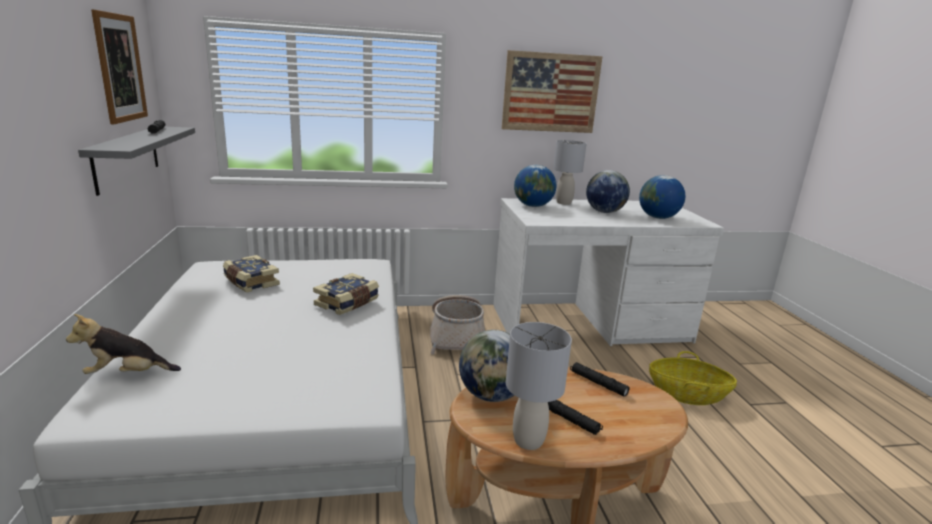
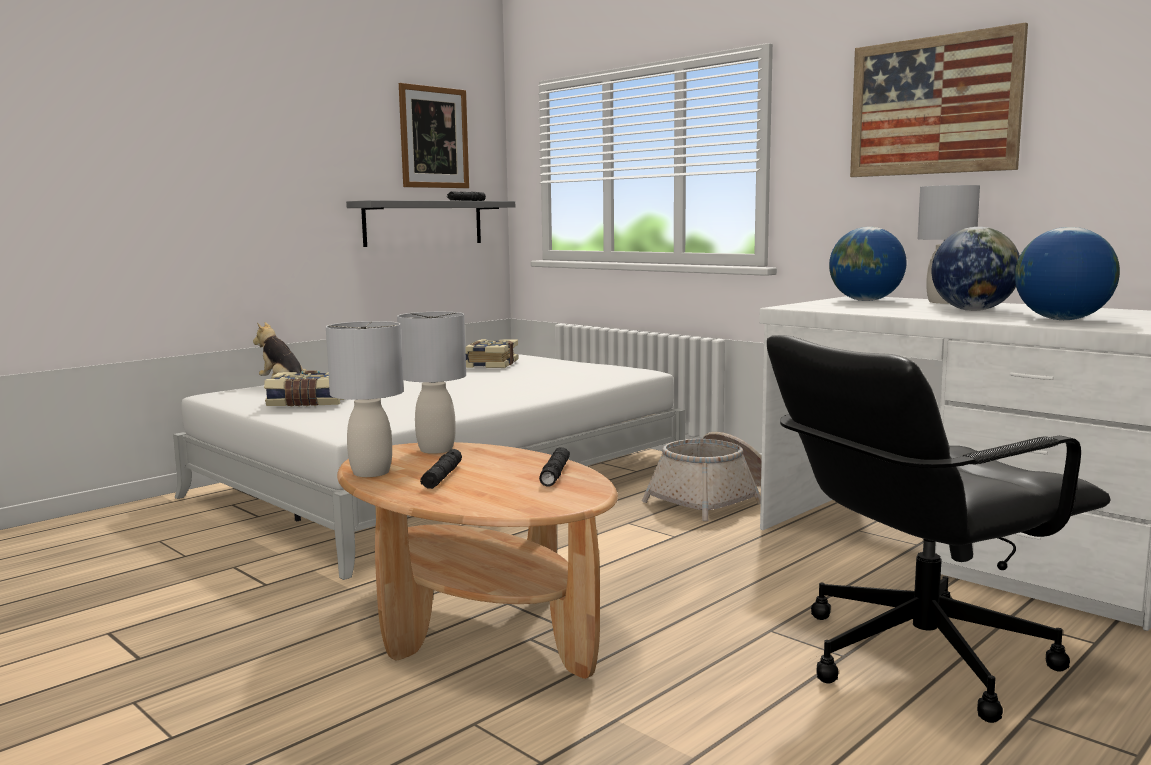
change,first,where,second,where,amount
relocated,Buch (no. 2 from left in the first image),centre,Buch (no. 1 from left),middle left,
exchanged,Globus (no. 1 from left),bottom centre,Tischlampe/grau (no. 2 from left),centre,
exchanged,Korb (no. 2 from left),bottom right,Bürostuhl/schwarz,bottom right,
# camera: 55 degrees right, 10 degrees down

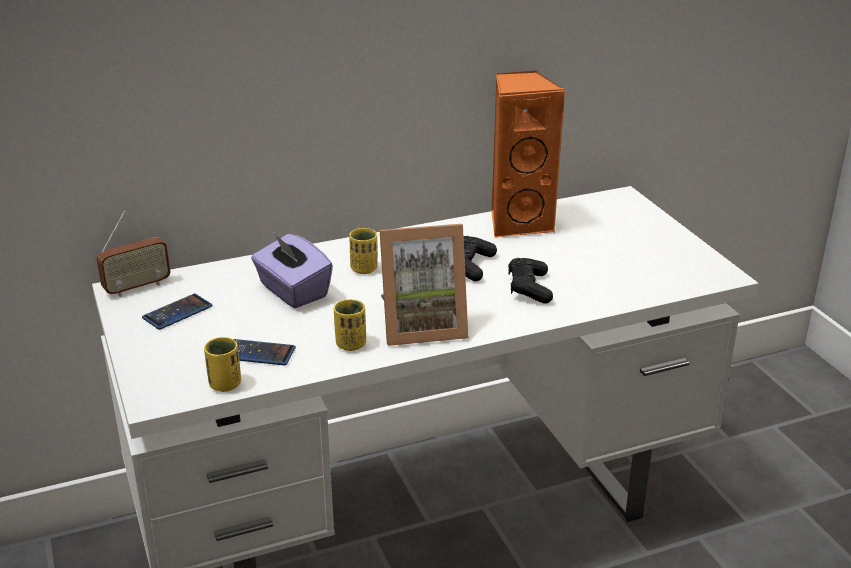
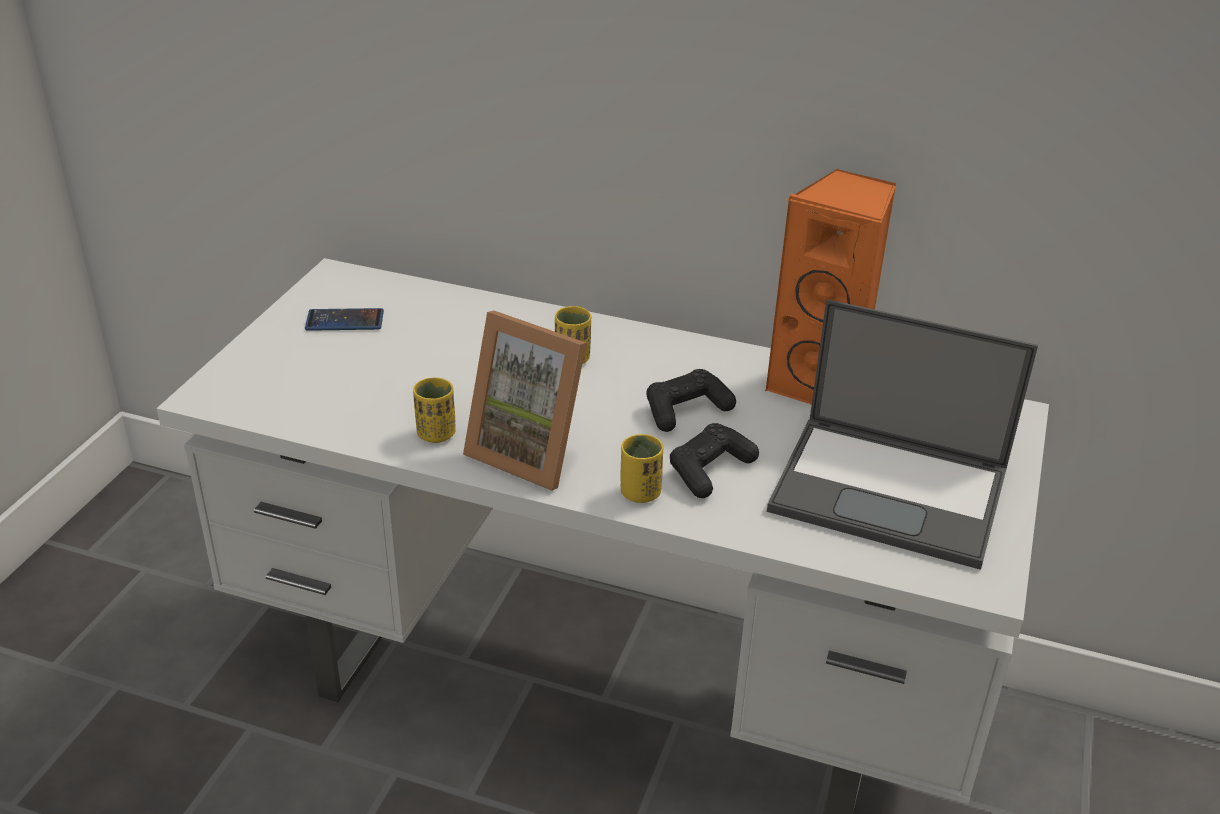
change,first,where,second,where,amount
missing,Radio,middle left,,,
relocated,Tasse/gelb (no. 1 from left in the first image),middle left,Tasse/gelb (no. 3 from left),centre,
missing,Handy (no. 2 from left),middle left,,,
missing,Taschentuchbox/lila,centre,,,
appeared,,,Laptop,middle right,
# camera: 40 degrees right, 5 degrees up

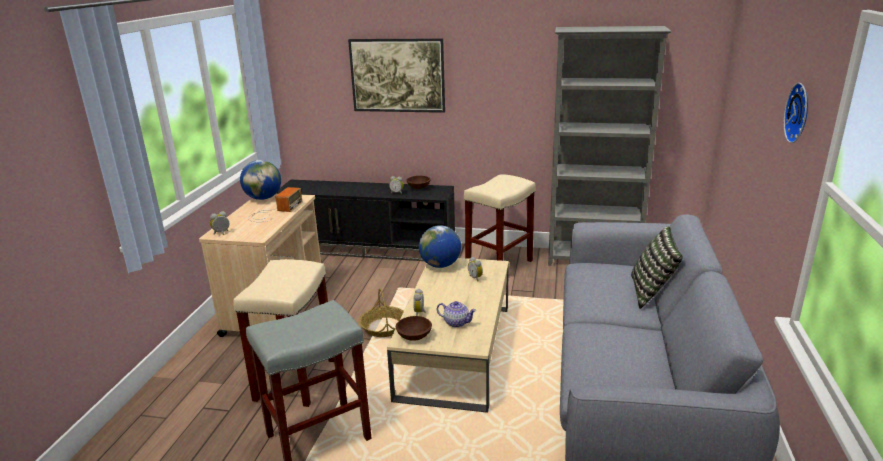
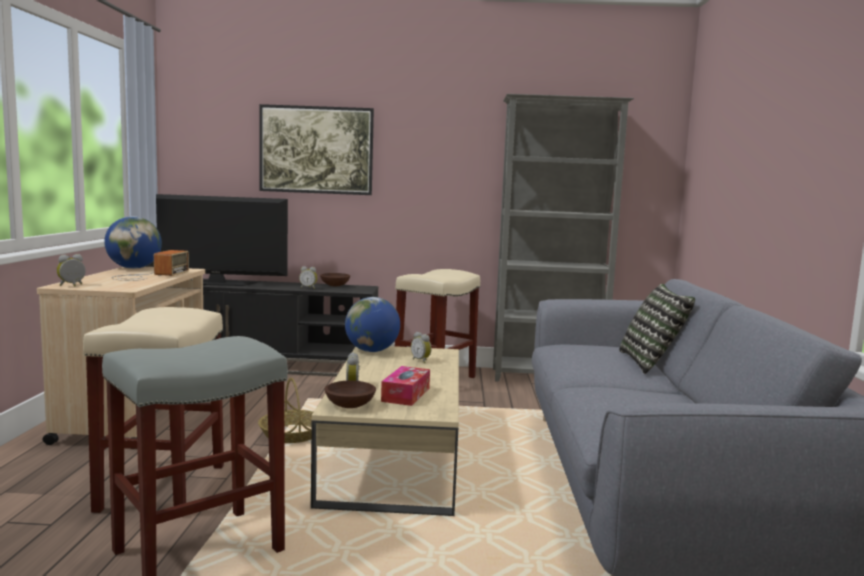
change,first,where,second,where,amount
exchanged,Teekanne,bottom centre,Taschentuchbox,bottom centre,
missing,Wanduhr,top right,,,
appeared,,,Fernseher,middle left,
# camera: 10 degrees left, 15 degrees down

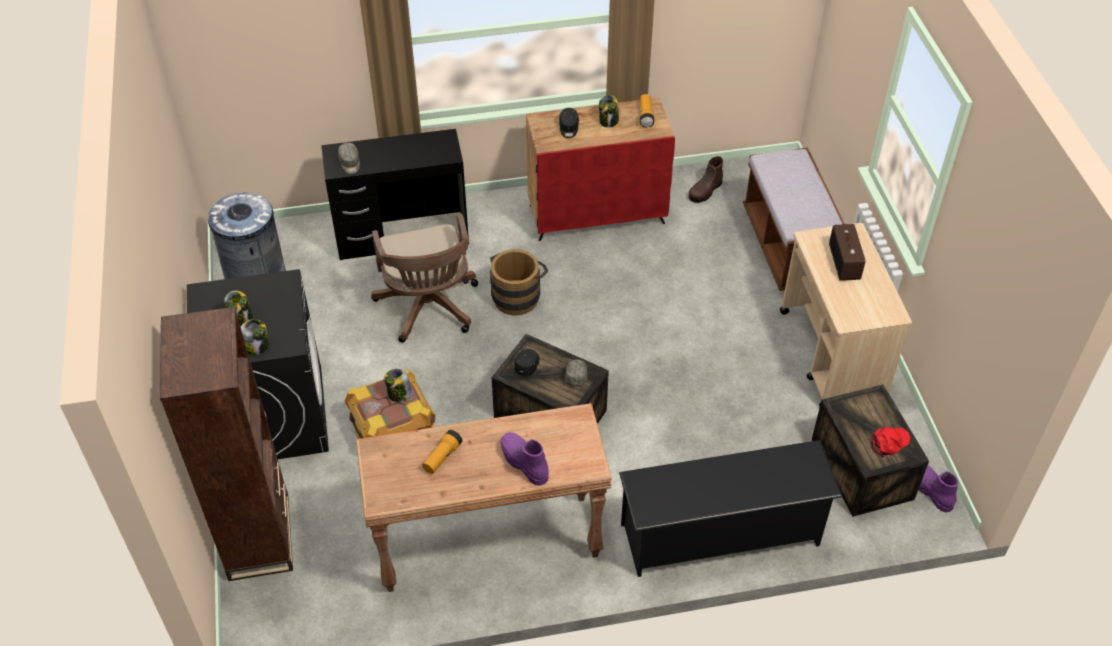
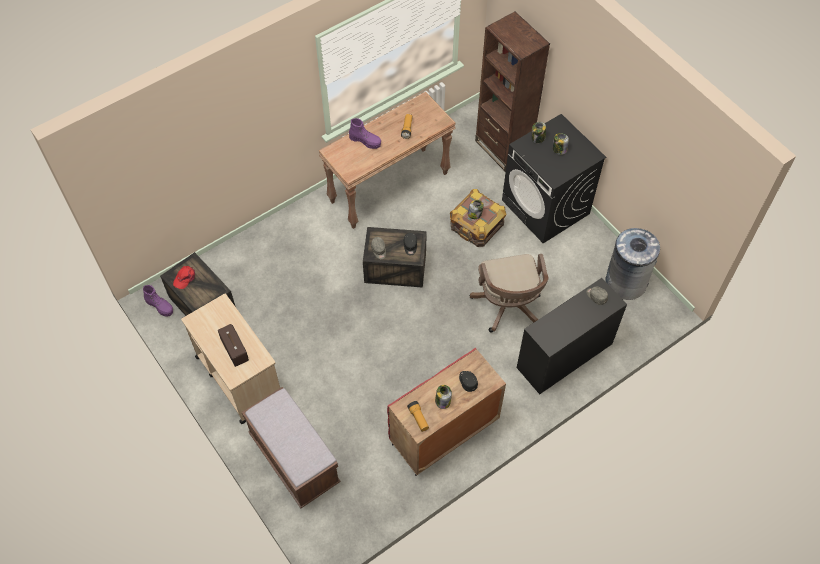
change,first,where,second,where,amount
spun,Bürostuhl/braun,centre,,centre,150 degrees counterclockwise
missing,Eimer/braun,centre,,,
missing,Schuhregal/schwarz,bottom centre,,,
missing,Stiefel/braun,top centre,,,
# camera: 155 degrees right, 10 degrees up

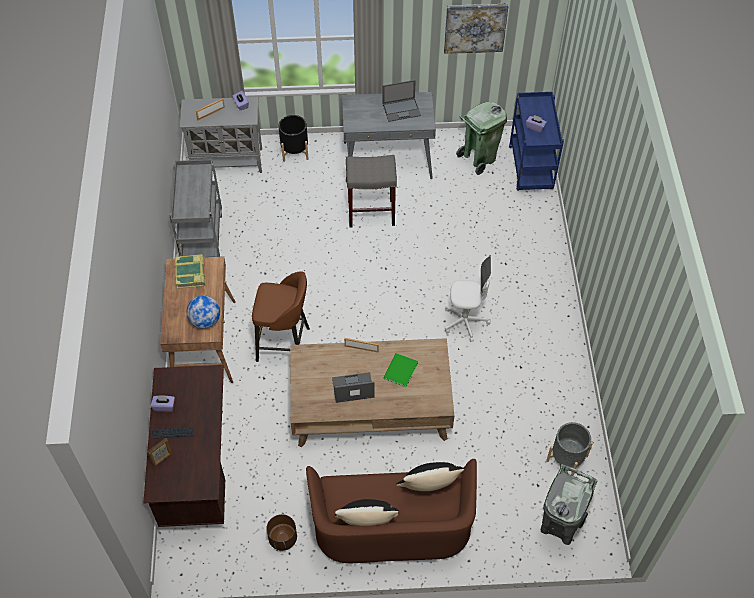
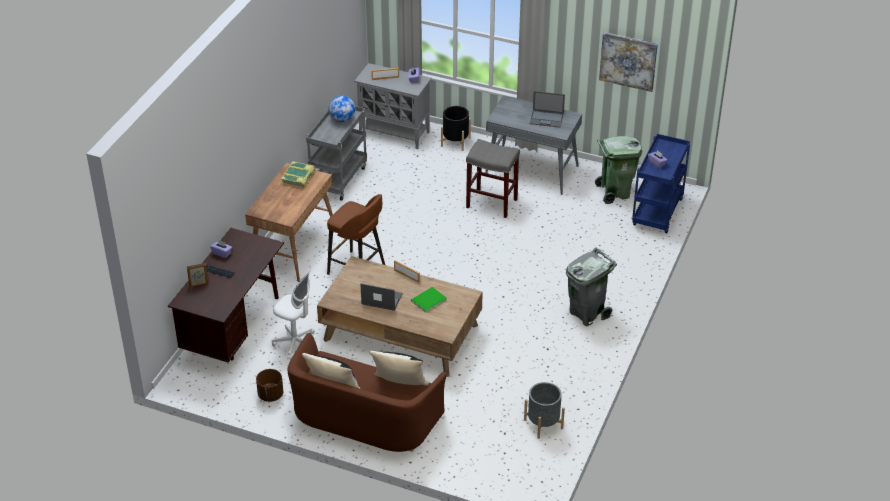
change,first,where,second,where,amount
relocated,Globus,middle left,,top centre,
relocated,Bürostuhl/weiß,centre,,middle left,
relocated,Mülleimer/grau,bottom right,,centre,
# camera: 25 degrees right, 15 degrees down

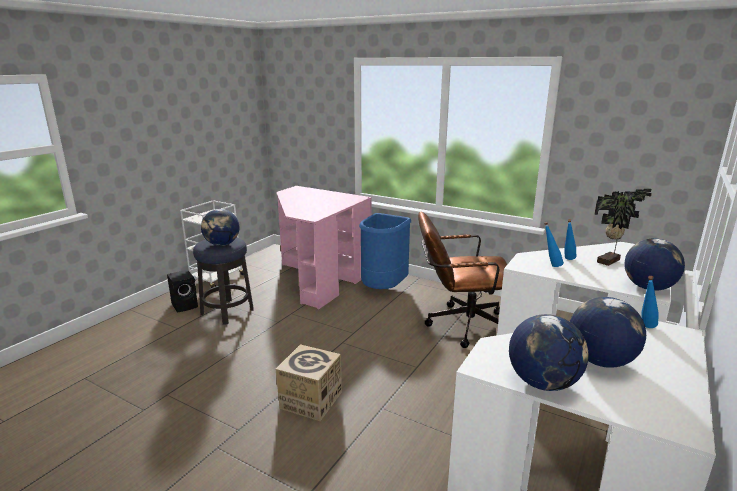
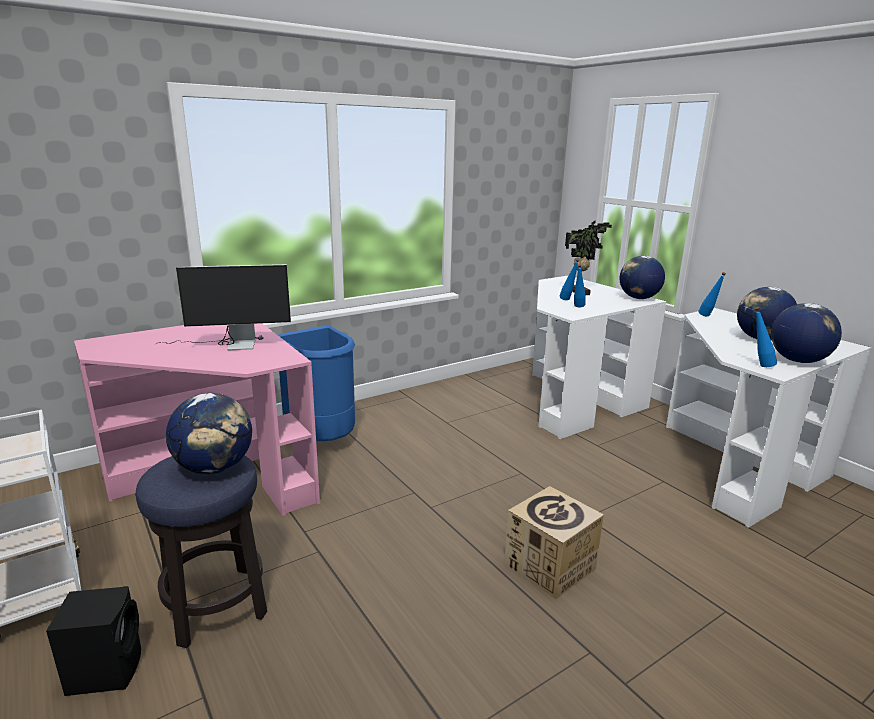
change,first,where,second,where,amount
missing,Bürostuhl/braun,centre,,,
appeared,,,Monitor,middle left,
appeared,,,Flasche/blau (no. 4 from left),middle right,
# camera: 65 degrees left, 0 degrees up

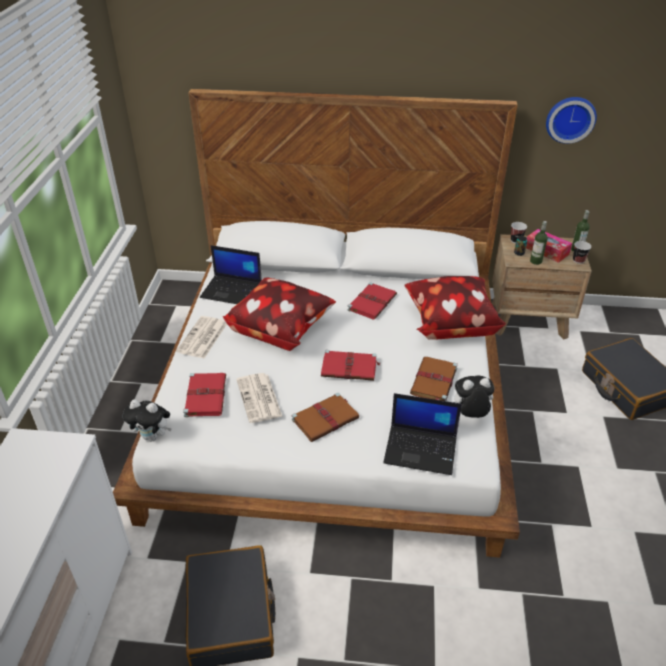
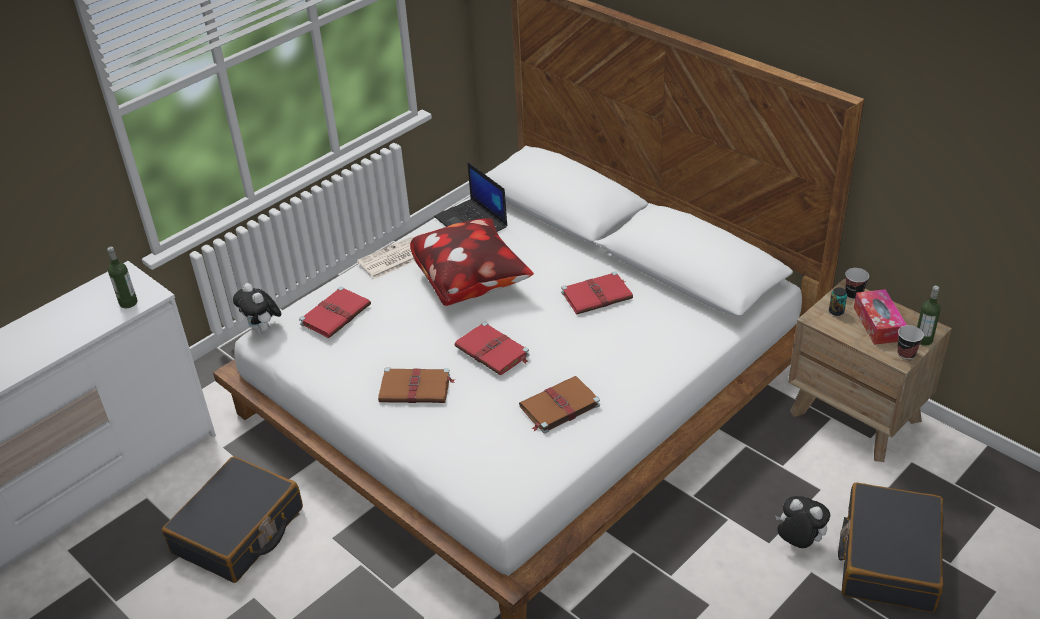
change,first,where,second,where,amount
missing,Zeitung (no. 2 from left),centre,,,
missing,Laptop (no. 2 from left),centre,,,
missing,Kissen (no. 2 from left),middle right,,,
relocated,Plüschtier (no. 2 from left),middle right,,bottom right,
relocated,Flasche (no. 1 from left),middle right,,middle left,
missing,Wanduhr,top right,,,
# camera: 40 degrees right, 0 degrees up

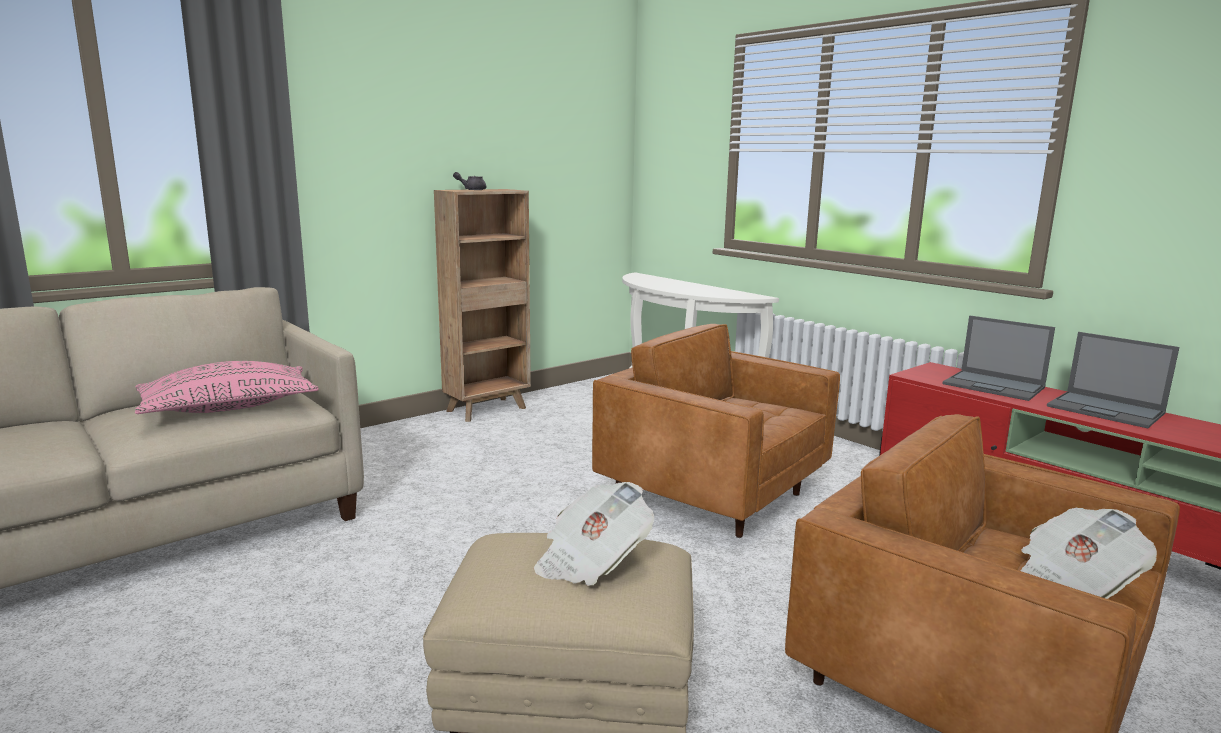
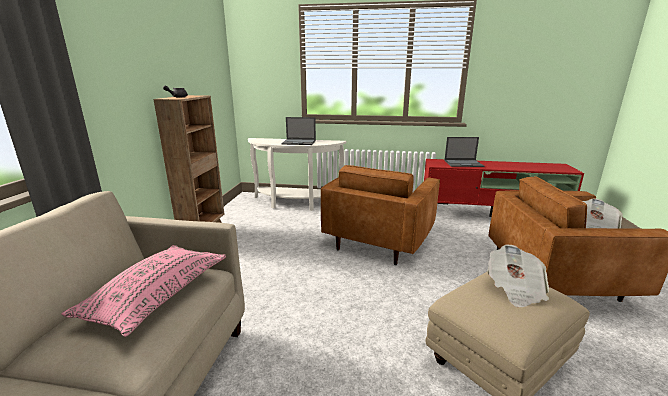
change,first,where,second,where,amount
spun,Sessel/braun (no. 1 from left),centre,,centre,60 degrees counterclockwise
relocated,Laptop (no. 2 from left in the first image),middle right,Laptop (no. 1 from left),top centre,
# camera: 40 degrees left, 5 degrees up

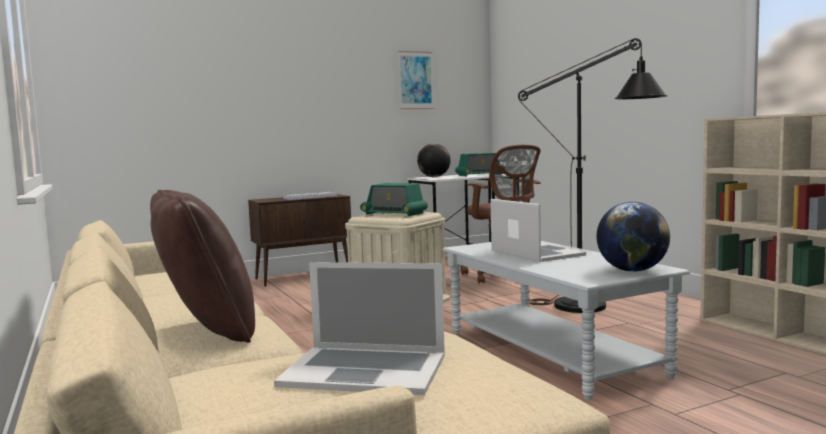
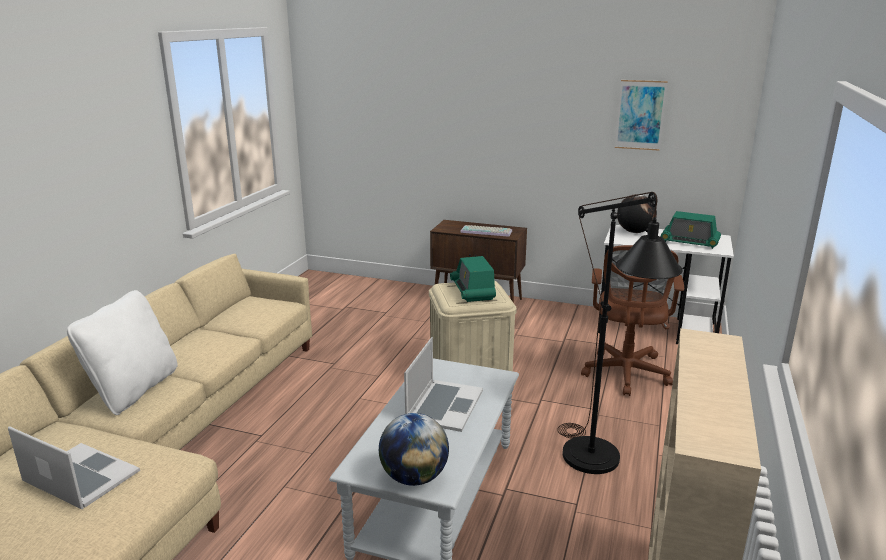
change,first,where,second,where,amount
colour,Kissen/braun,middle left,Kissen/weiß,middle left,
spun,Laptop (no. 1 from left),bottom centre,,bottom left,150 degrees clockwise
# camera: 45 degrees right, 15 degrees up

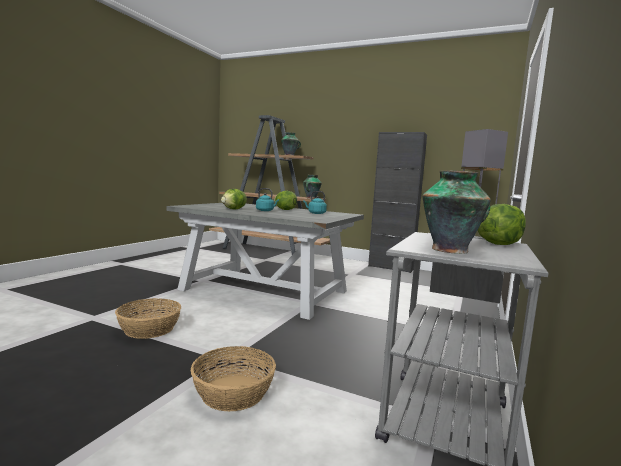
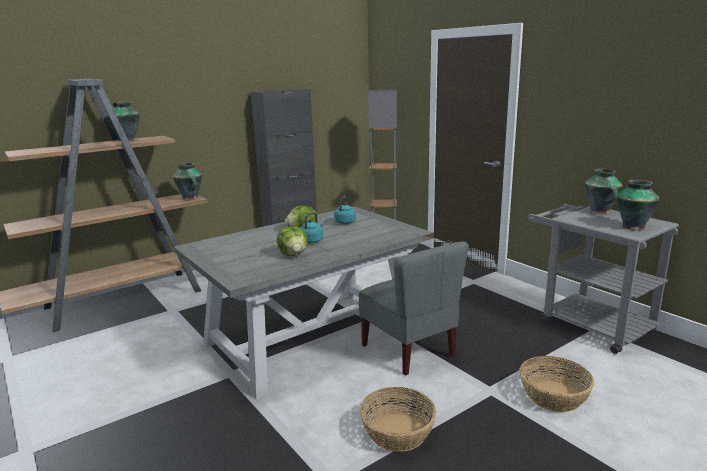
change,first,where,second,where,amount
exchanged,Salatkopf (no. 3 from left),middle right,Vase (no. 3 from left),middle right,
appeared,,,Stuhl/grau,centre,
# camera: 60 degrees left, 10 degrees up

